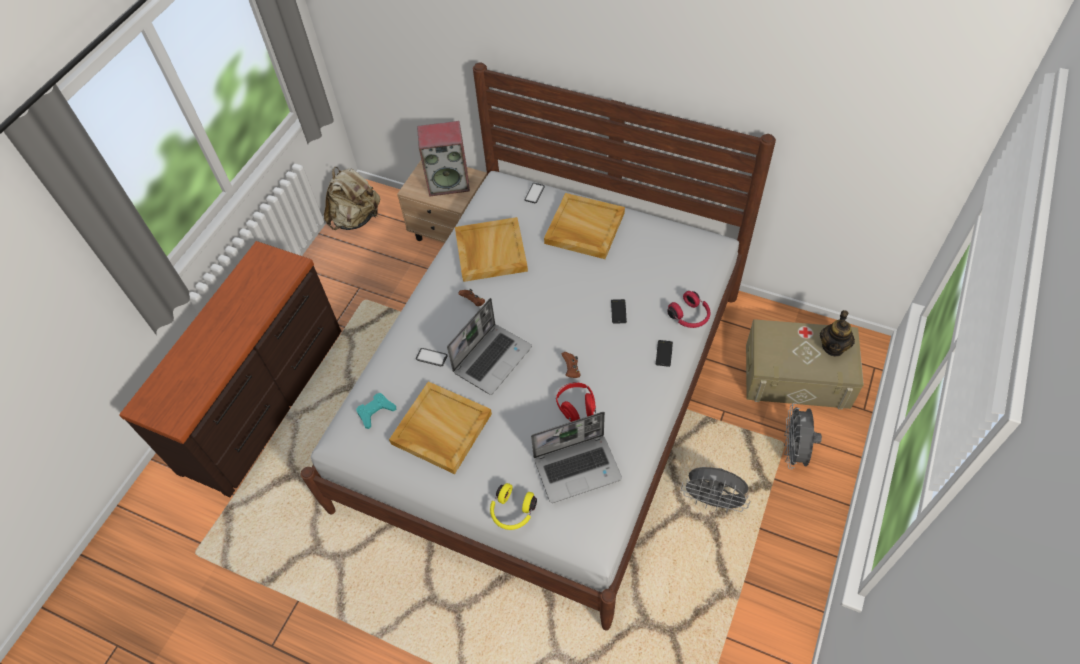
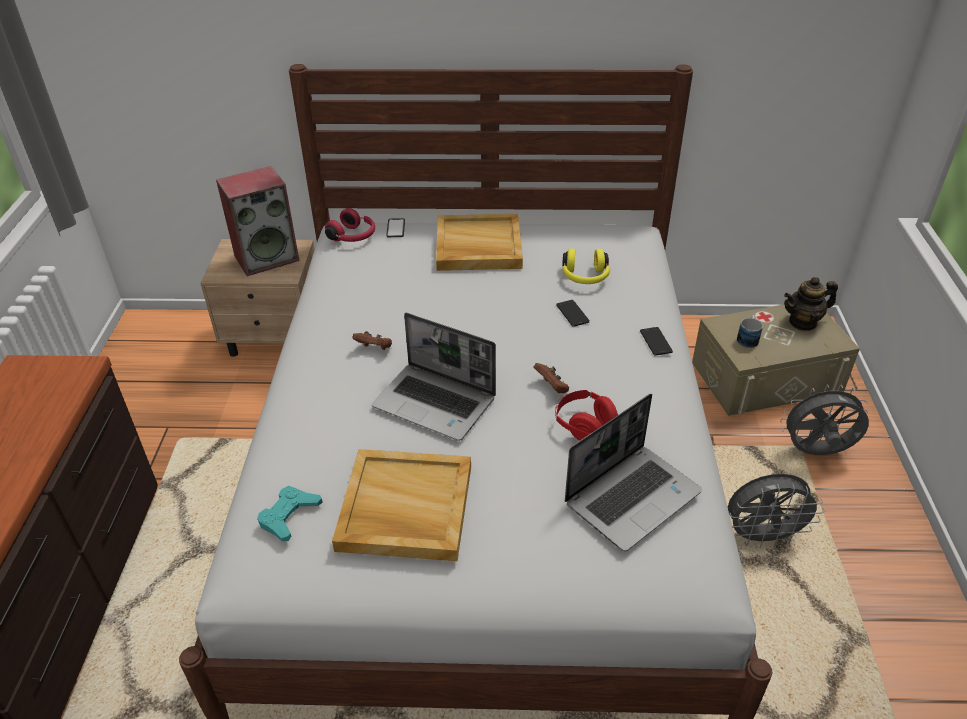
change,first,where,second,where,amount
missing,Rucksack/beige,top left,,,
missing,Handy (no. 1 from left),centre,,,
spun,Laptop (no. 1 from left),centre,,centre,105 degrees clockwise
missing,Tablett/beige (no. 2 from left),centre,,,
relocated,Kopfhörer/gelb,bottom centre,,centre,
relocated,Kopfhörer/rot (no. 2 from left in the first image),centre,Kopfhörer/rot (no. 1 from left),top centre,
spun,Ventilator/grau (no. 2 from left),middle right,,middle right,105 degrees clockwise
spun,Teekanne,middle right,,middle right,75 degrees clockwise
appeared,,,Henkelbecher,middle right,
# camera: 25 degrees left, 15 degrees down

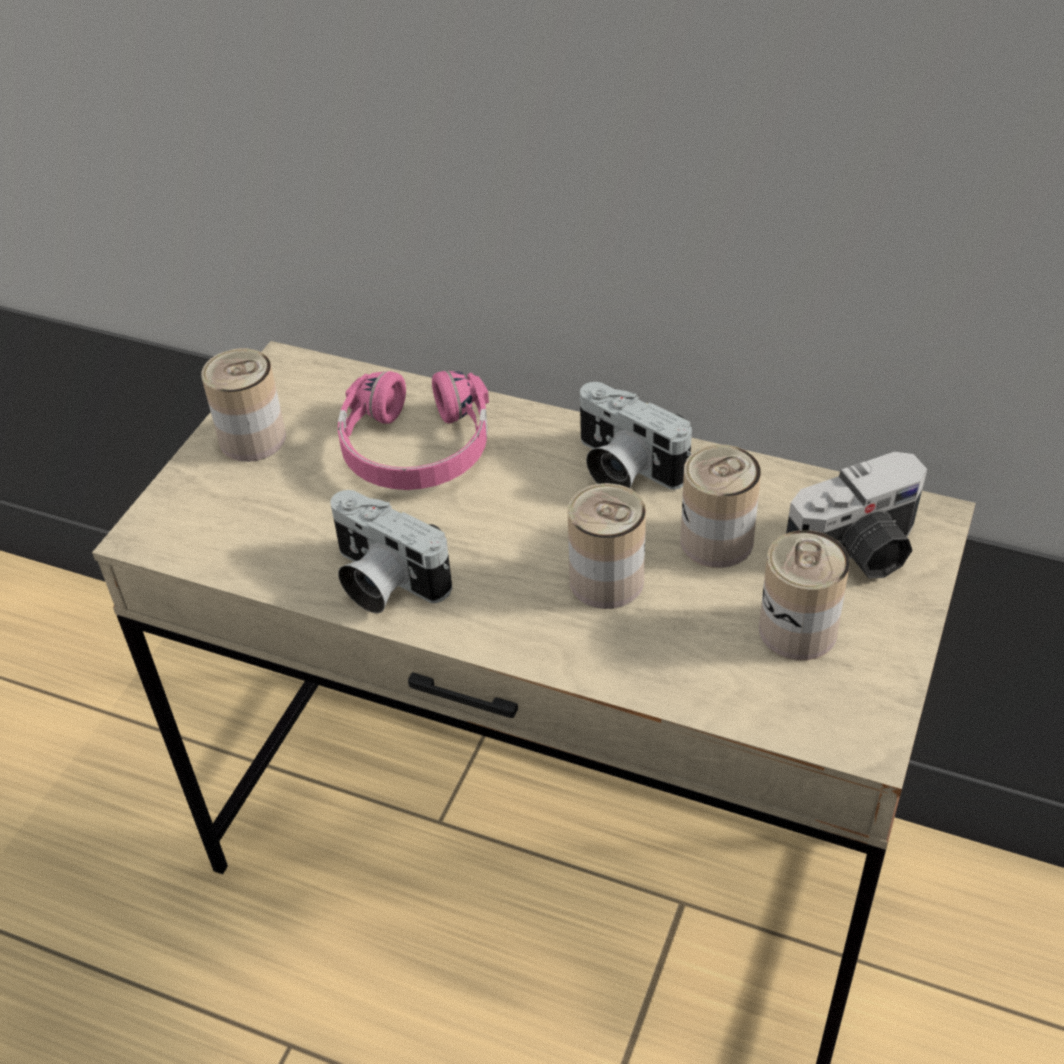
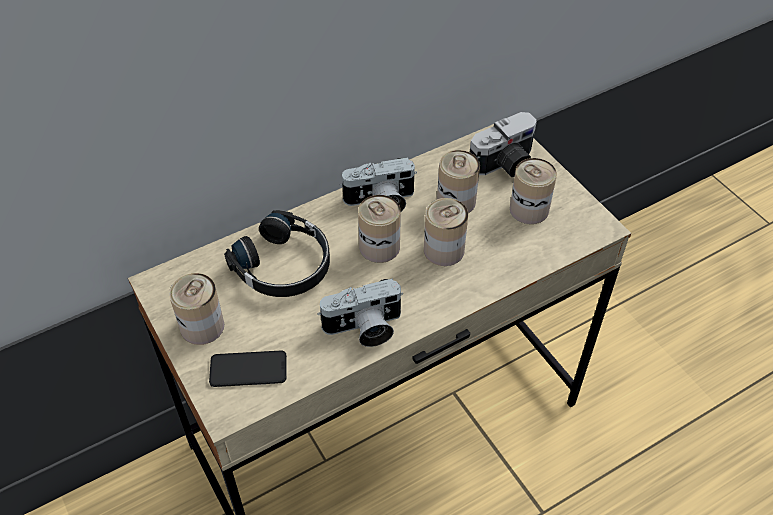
change,first,where,second,where,amount
colour,Kopfhörer/rosa,centre,Kopfhörer/schwarz,centre,
spun,Kamera (no. 3 from left),middle right,,top centre,45 degrees clockwise
appeared,,,Handy,bottom left,
appeared,,,Dose (no. 2 from left),centre,
# camera: 55 degrees left, 5 degrees up

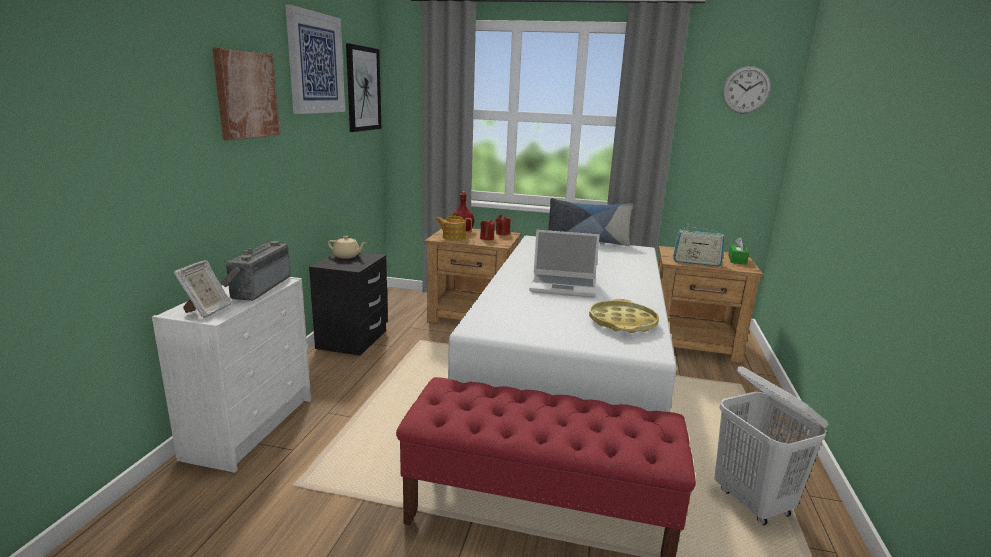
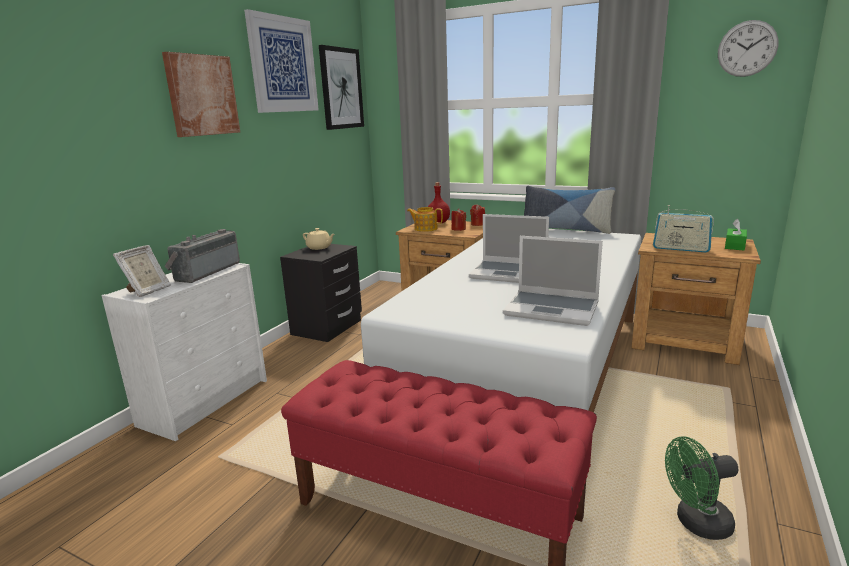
change,first,where,second,where,amount
exchanged,Tablett/gelb,centre,Laptop (no. 2 from left),centre,
exchanged,Wäschekorb/weiß,bottom right,Ventilator/grün,bottom right,
# camera: 15 degrees right, 0 degrees up

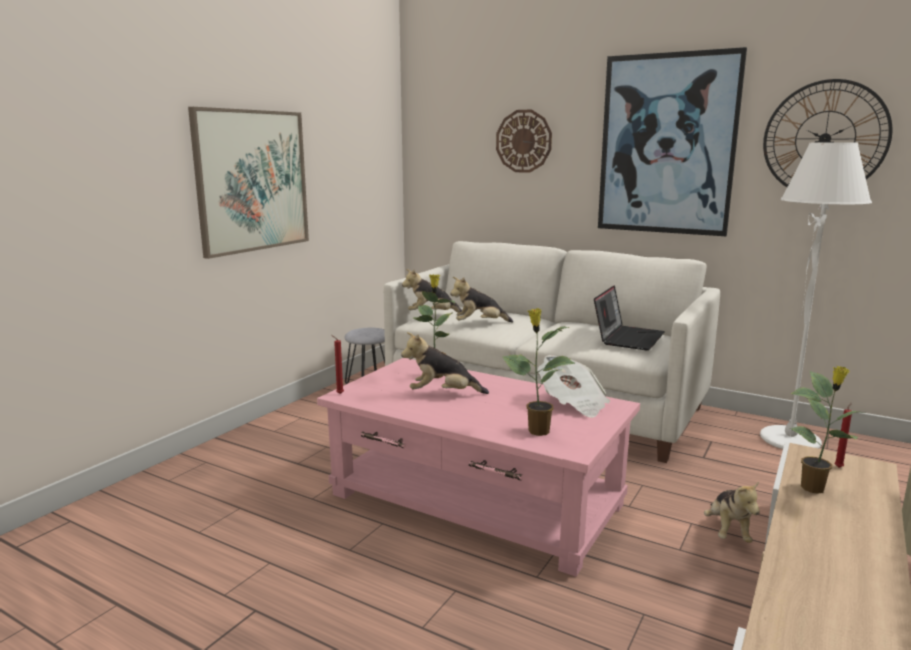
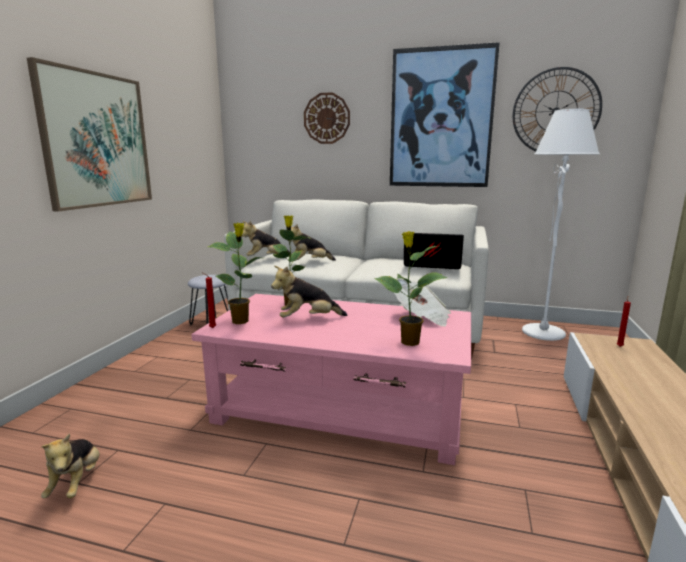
change,first,where,second,where,amount
spun,Laptop,middle right,,centre,90 degrees counterclockwise
relocated,Plüschtier (no. 4 from left in the first image),bottom right,Plüschtier (no. 1 from left),bottom left,
relocated,Topfpflanze (no. 3 from left in the first image),middle right,Topfpflanze (no. 1 from left),centre,
# camera: 15 degrees left, 0 degrees up

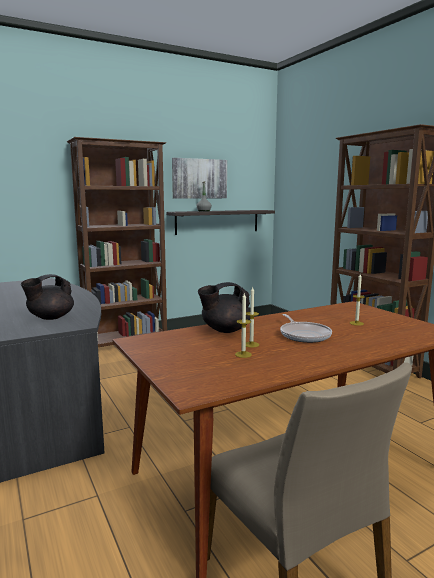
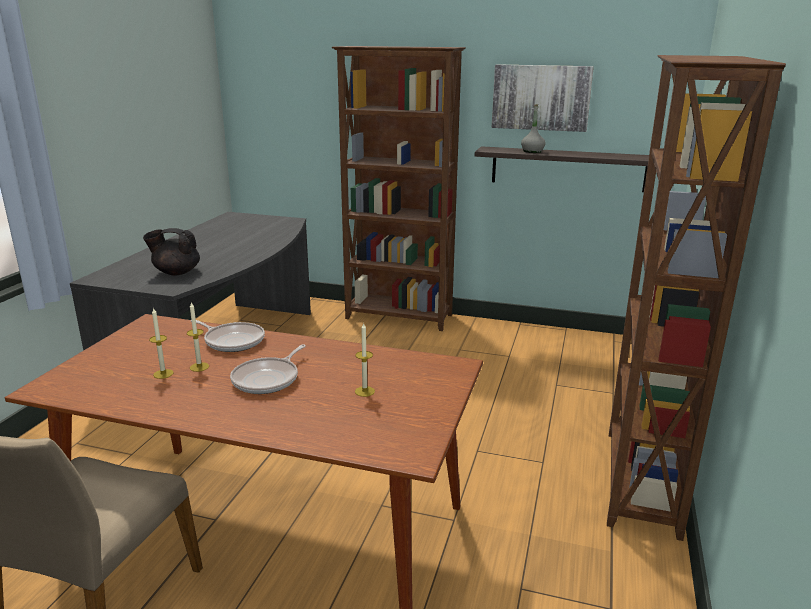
change,first,where,second,where,amount
exchanged,Teekanne/schwarz (no. 2 from left),centre,Pfanne (no. 1 from left),middle left,
# camera: 45 degrees right, 10 degrees up

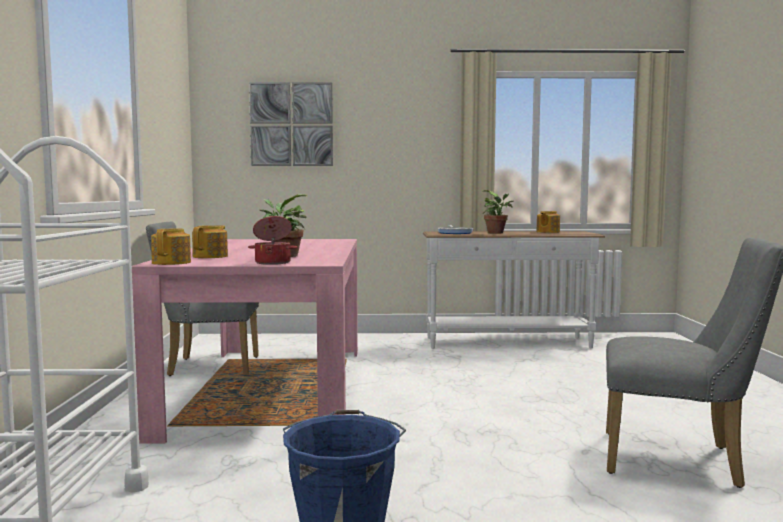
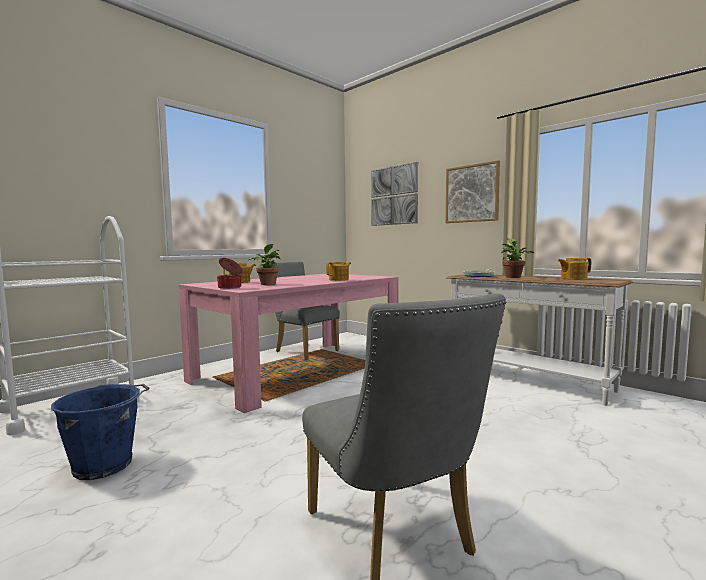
change,first,where,second,where,amount
relocated,Teekanne (no. 1 from left in the first image),middle left,Teekanne (no. 2 from left),centre,
appeared,,,Bild (no. 2 from left),top right,
# camera: 45 degrees right, 0 degrees up

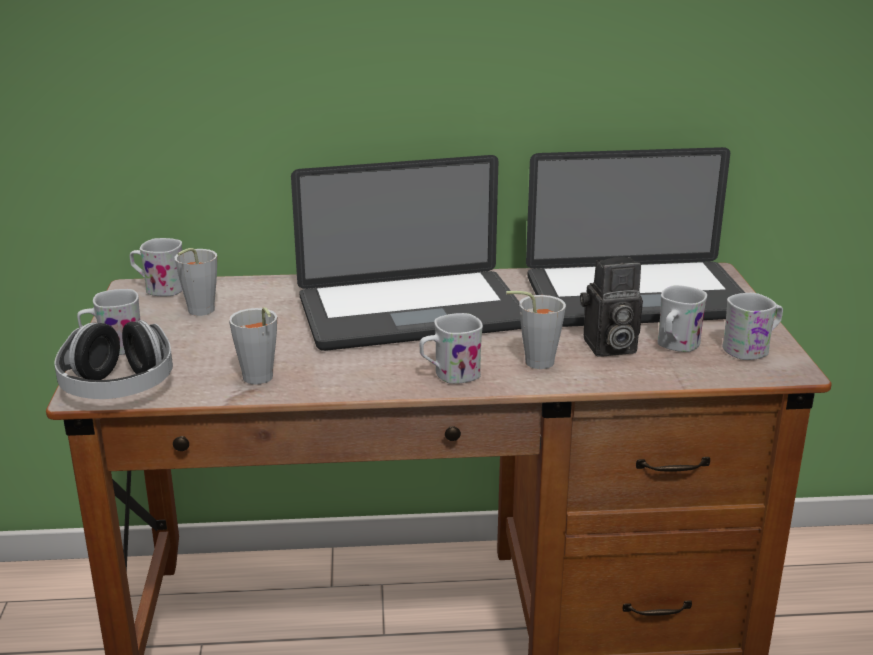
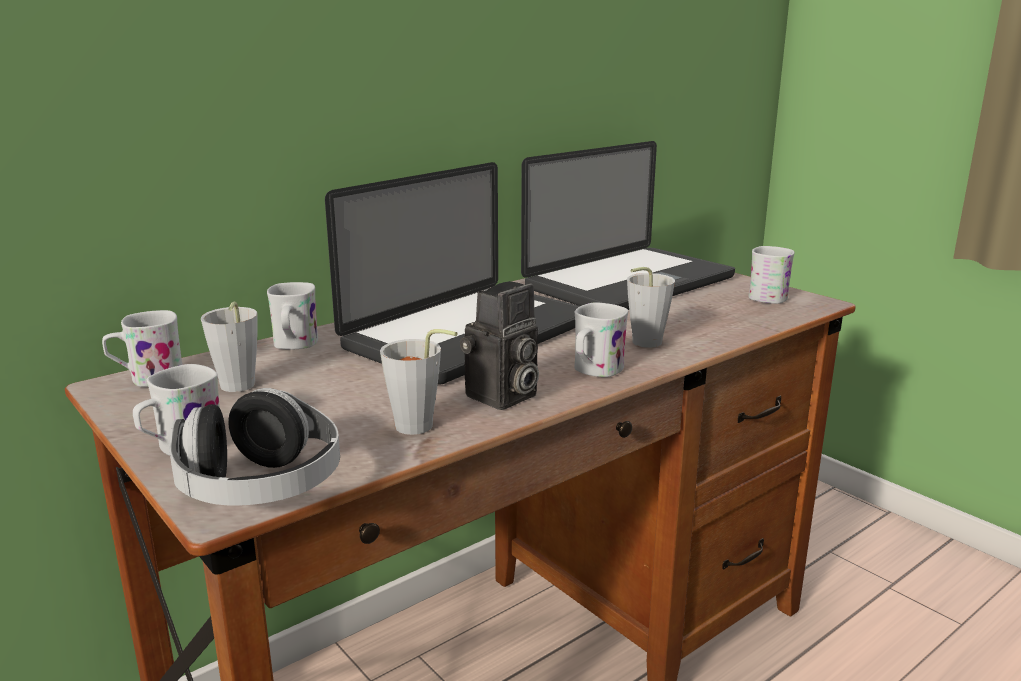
change,first,where,second,where,amount
relocated,Kamera,middle right,,centre,
relocated,Henkelbecher/weiß (no. 4 from left in the first image),middle right,Henkelbecher/weiß (no. 3 from left),middle left,
# camera: 35 degrees left, 5 degrees down

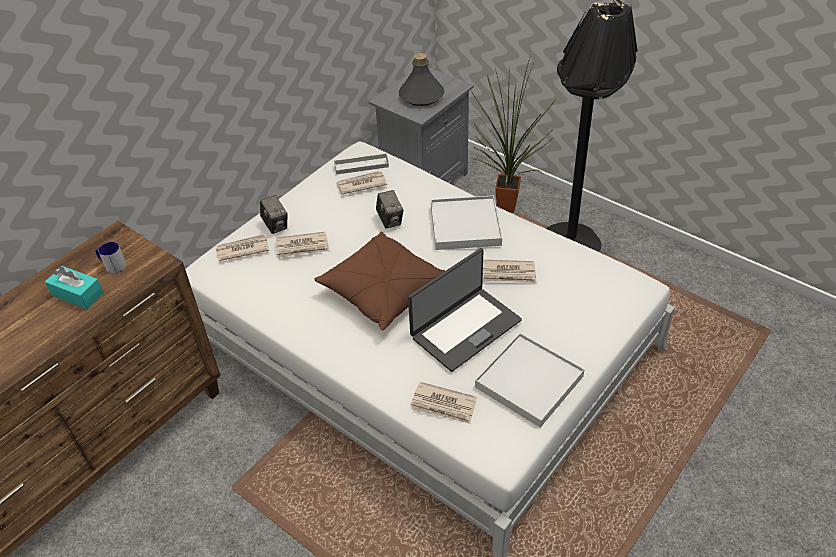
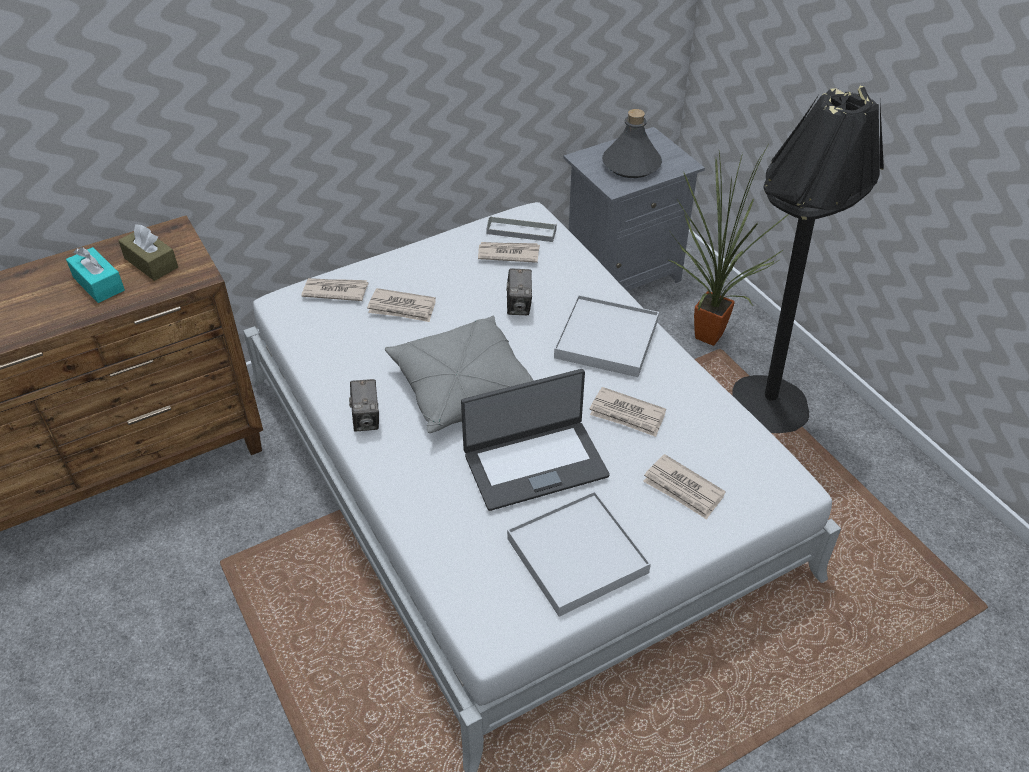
change,first,where,second,where,amount
exchanged,Henkelbecher,middle left,Taschentuchbox/braun,top left,
relocated,Kamera (no. 1 from left),middle left,,centre,
colour,Kissen/braun,centre,Kissen/grau,centre,
relocated,Zeitung (no. 4 from left in the first image),bottom centre,Zeitung (no. 5 from left),centre,
# camera: 20 degrees right, 0 degrees up

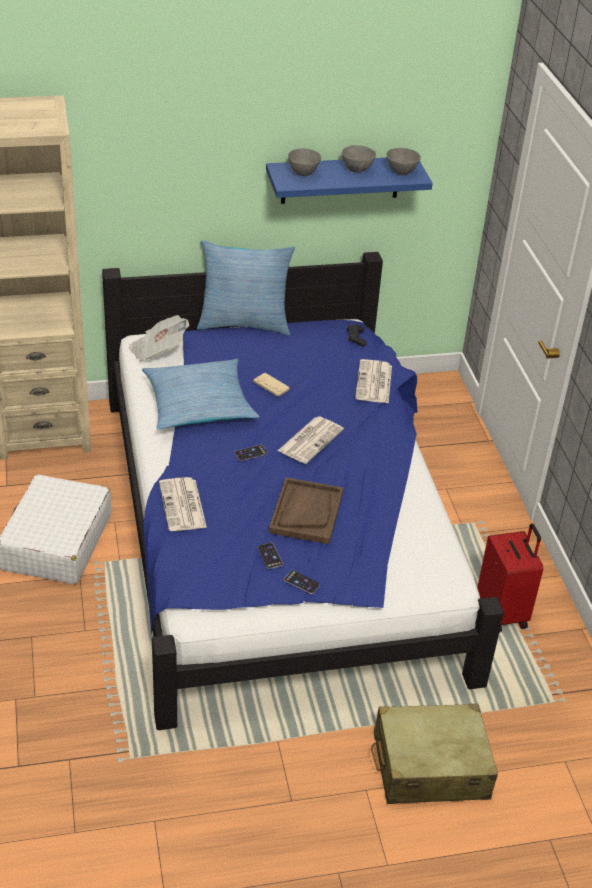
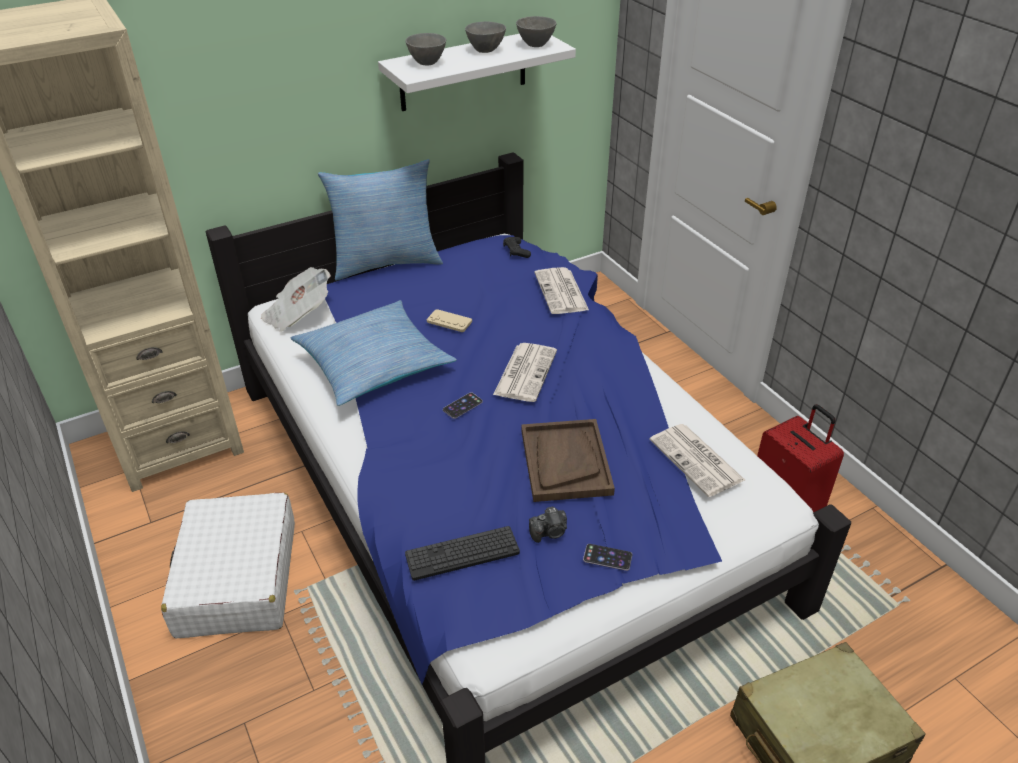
change,first,where,second,where,amount
relocated,Zeitung (no. 2 from left in the first image),middle left,Zeitung (no. 4 from left),middle right,
exchanged,Handy (no. 2 from left),centre,Kamera,bottom centre,
colour,Wandregal/blau,top centre,Wandregal/weiß,top centre,
appeared,,,Tastatur,bottom centre,
# camera: 15 degrees left, 0 degrees up

